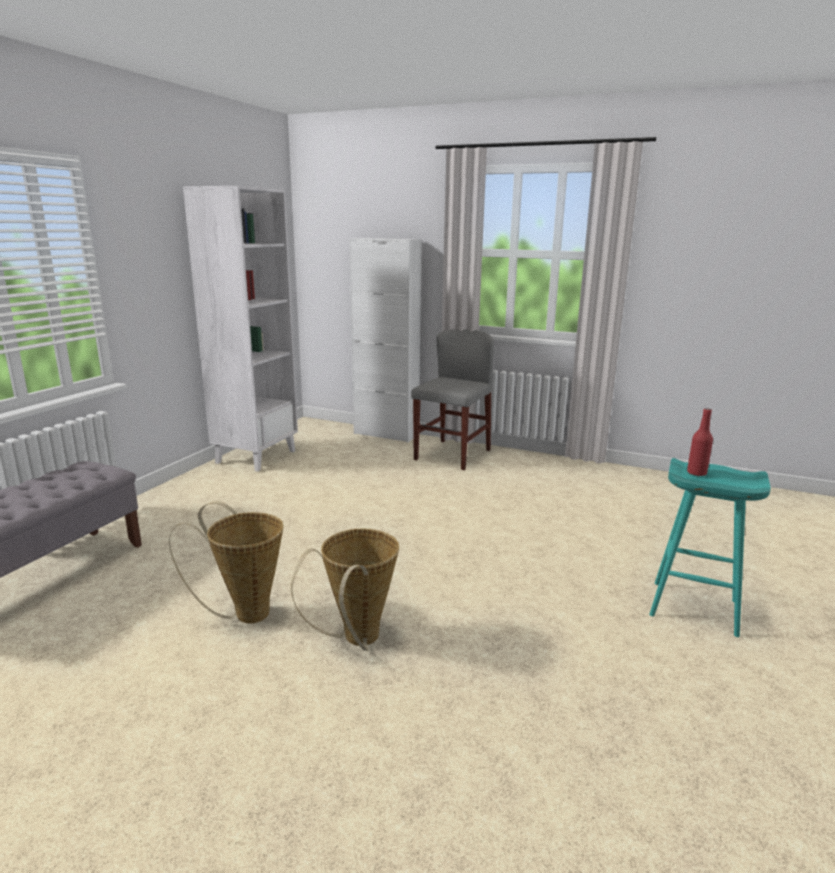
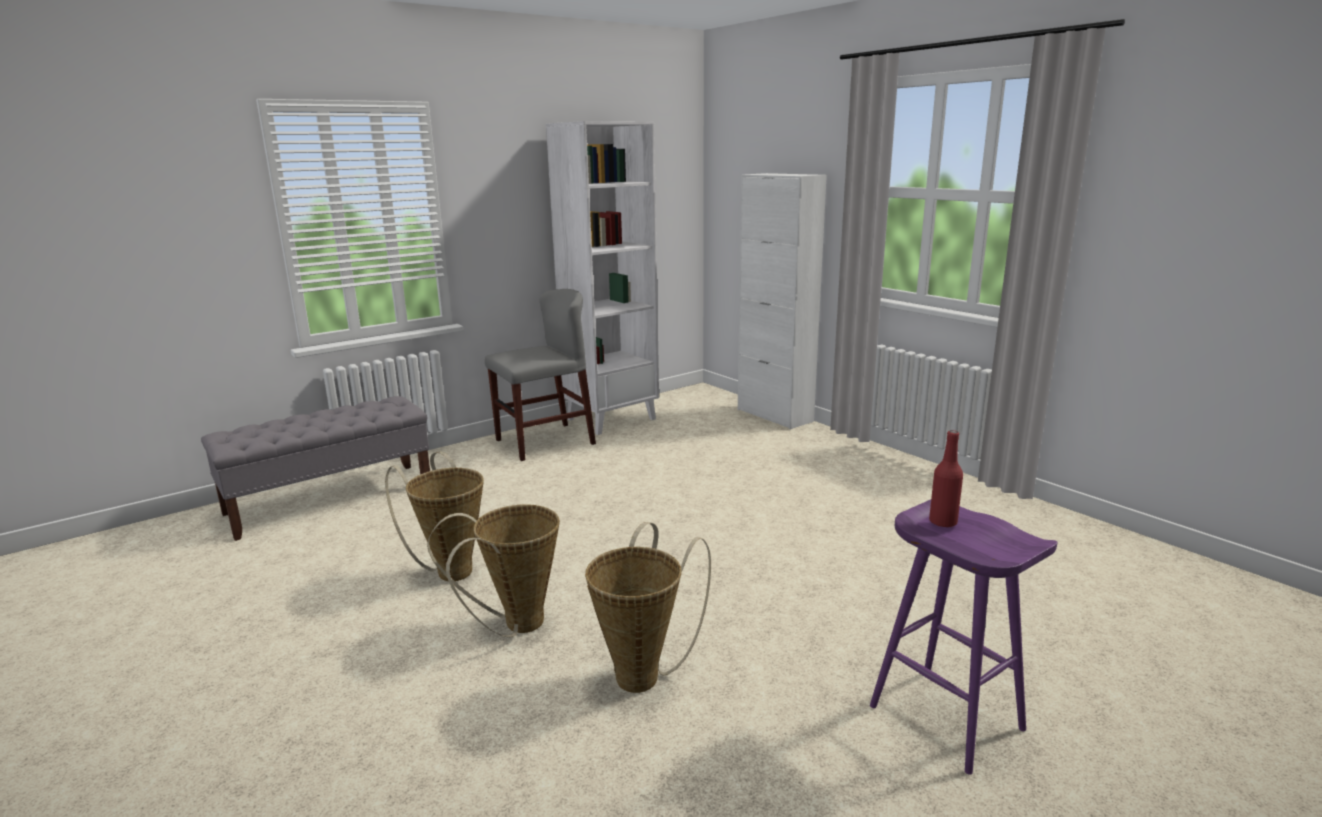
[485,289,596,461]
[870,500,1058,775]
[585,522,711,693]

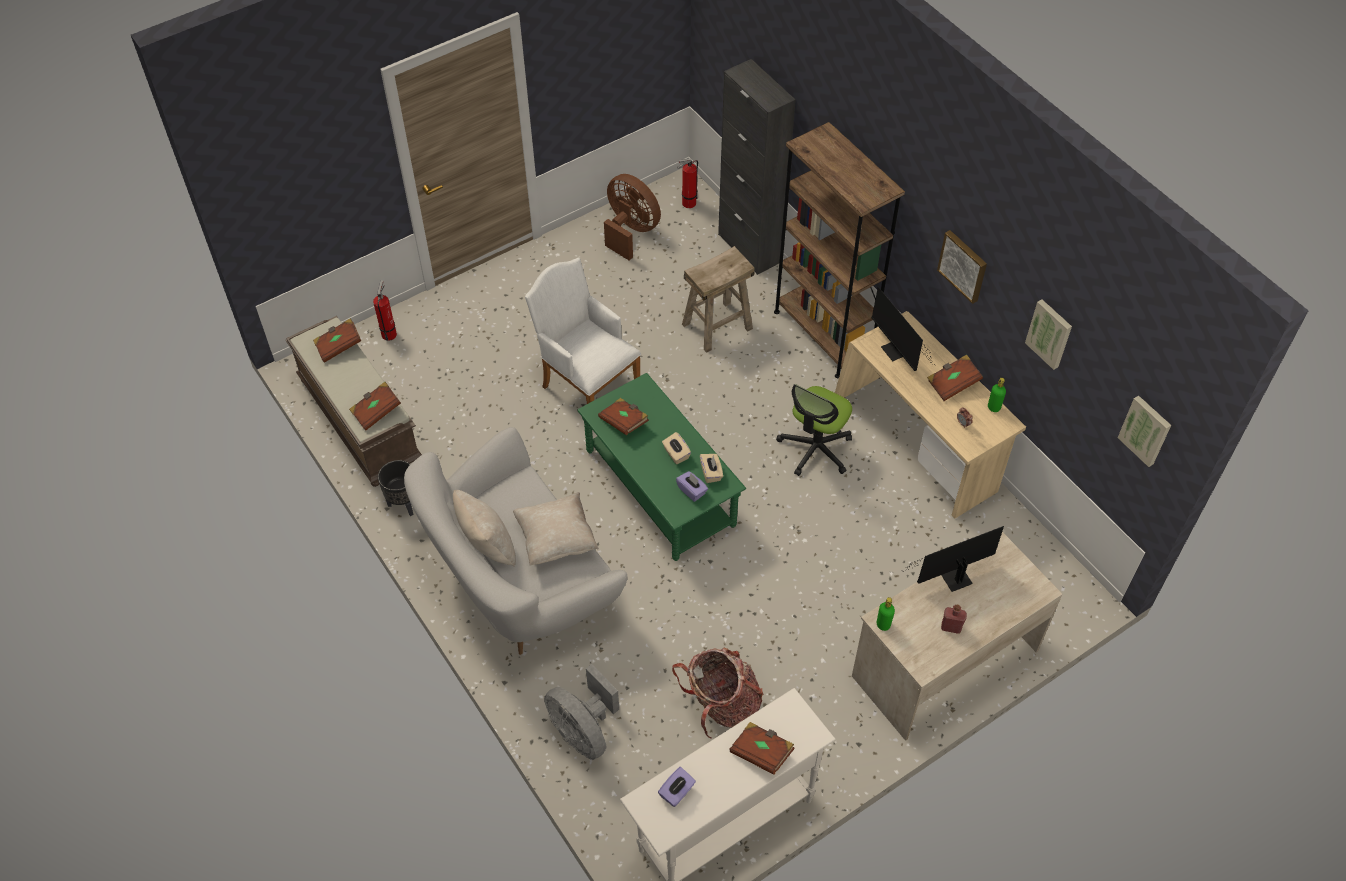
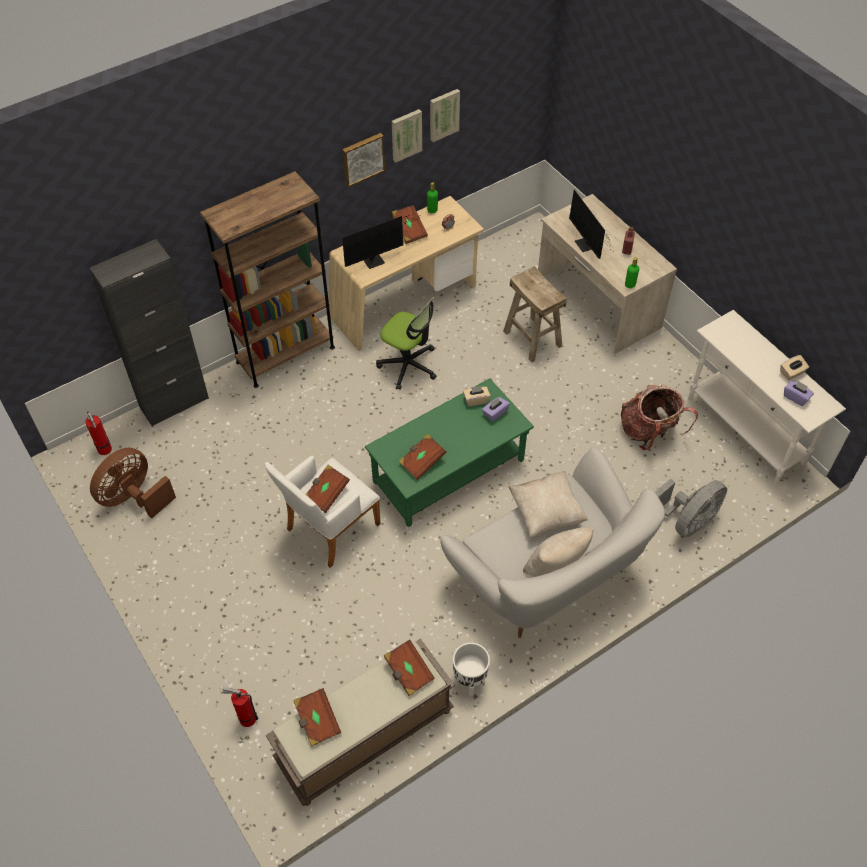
[453,643,490,696]
[780,355,809,380]
[503,266,567,362]
[306,465,350,513]
[392,109,422,163]

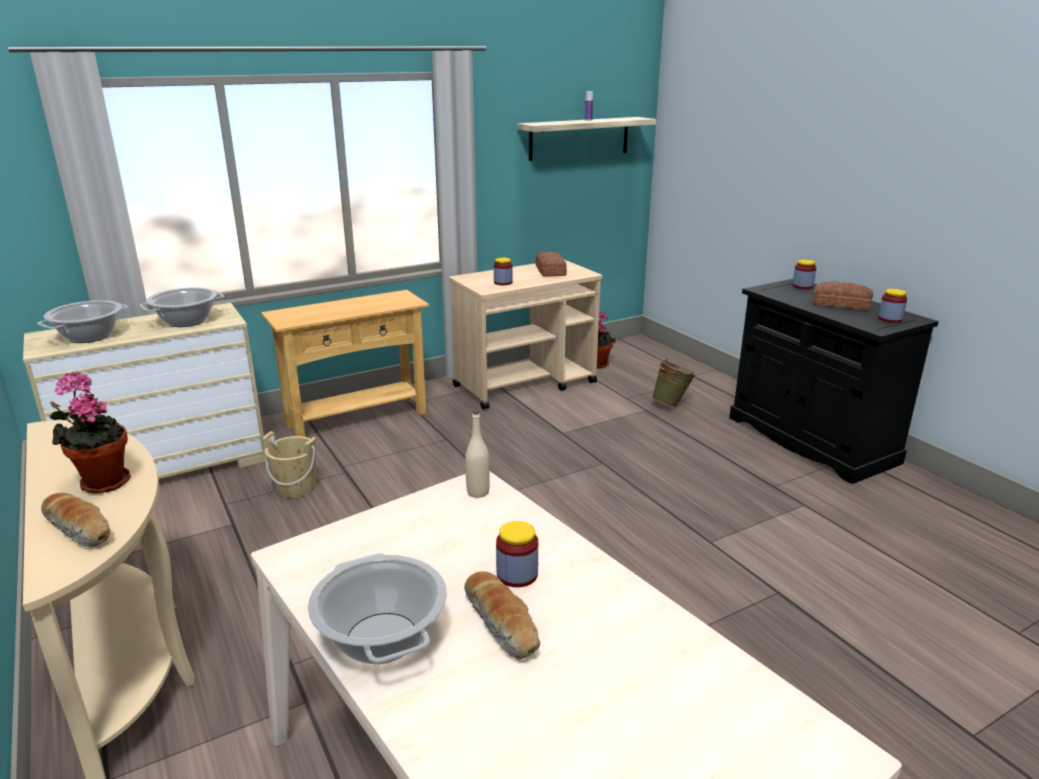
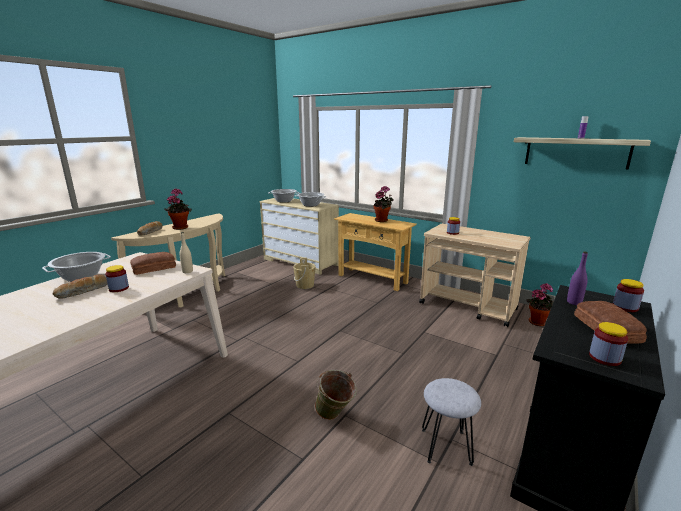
[130,252,176,275]
[315,370,357,420]
[374,186,393,222]
[422,378,481,466]
[567,252,588,305]

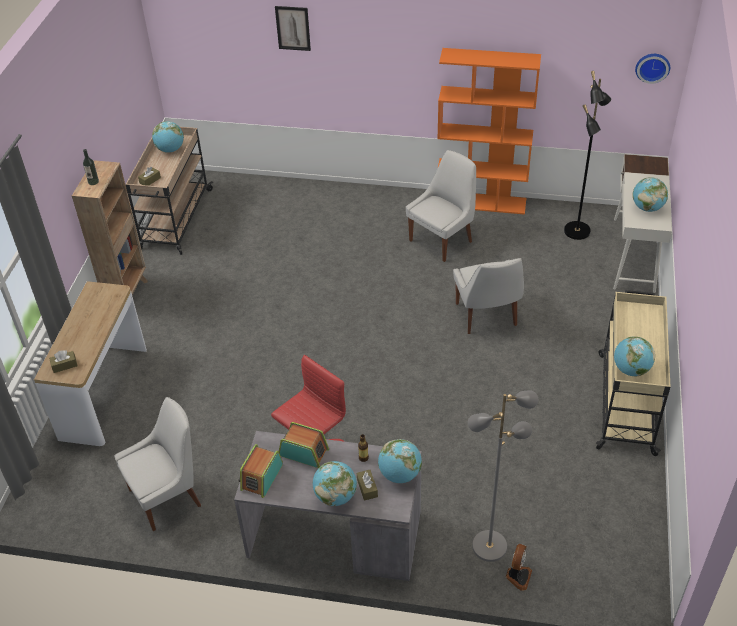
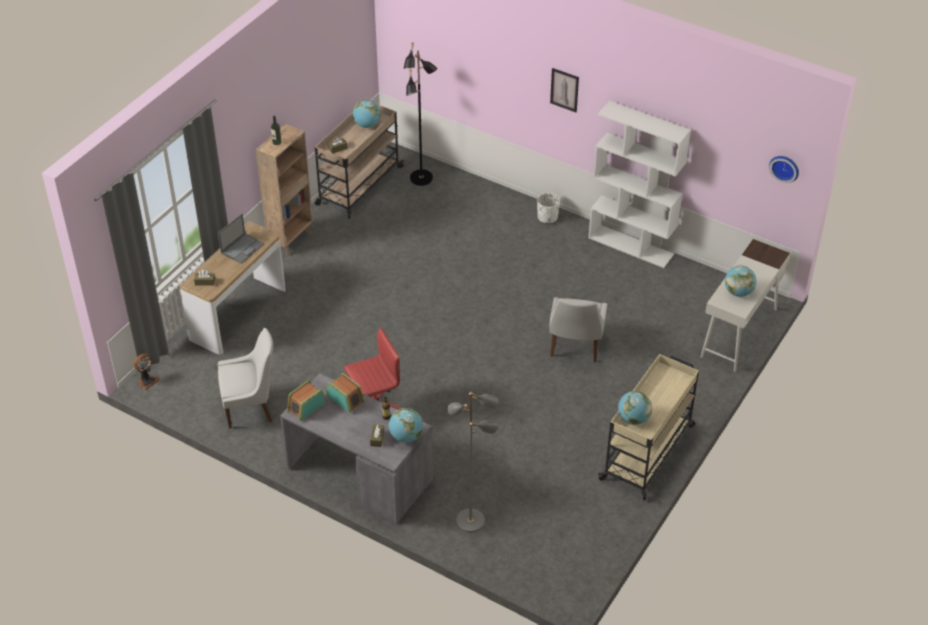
[550,68,579,112]
[313,461,357,506] (first image)
[406,150,476,262] (first image)
[588,101,691,268]
[134,353,159,390]
[403,42,437,186]
[218,214,264,264]
[537,193,560,223]

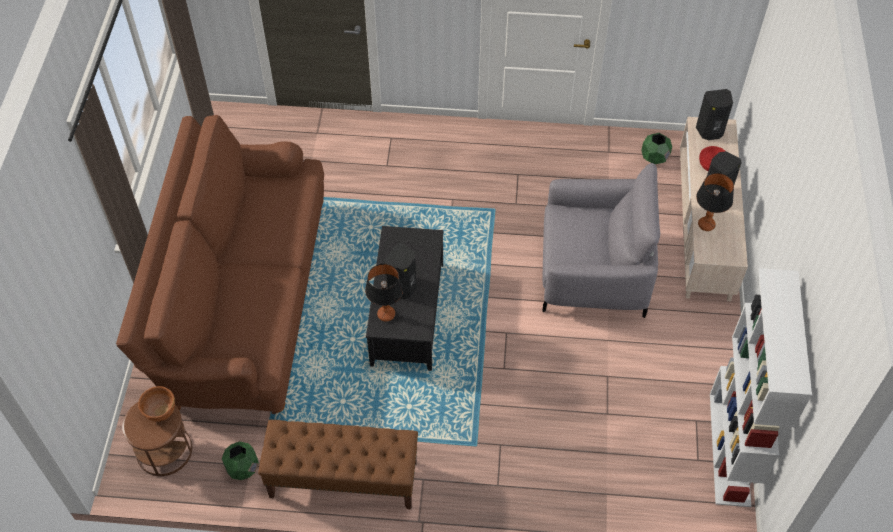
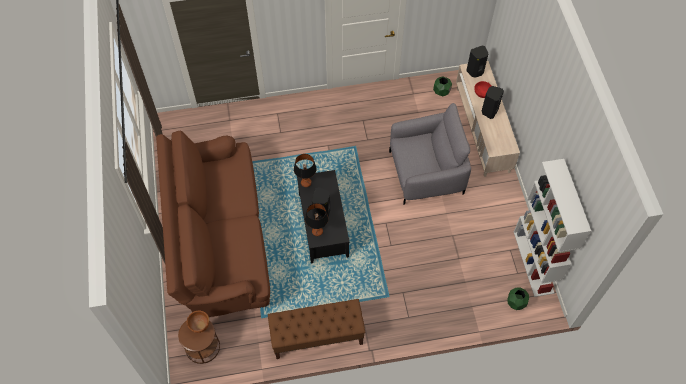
[507,288,529,310]
[294,154,317,187]

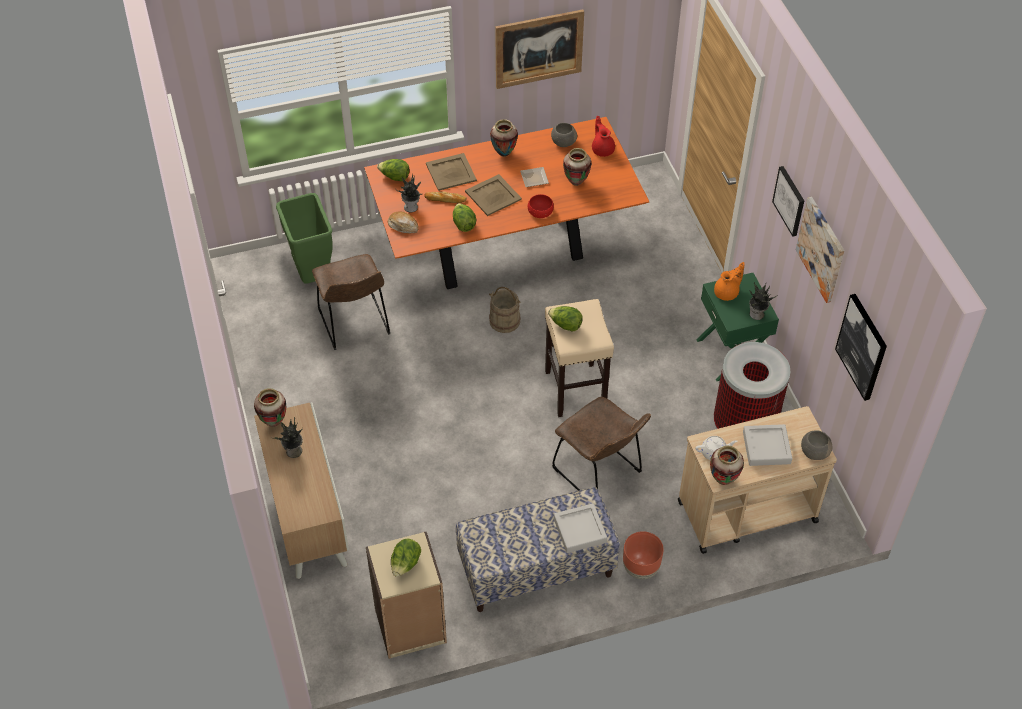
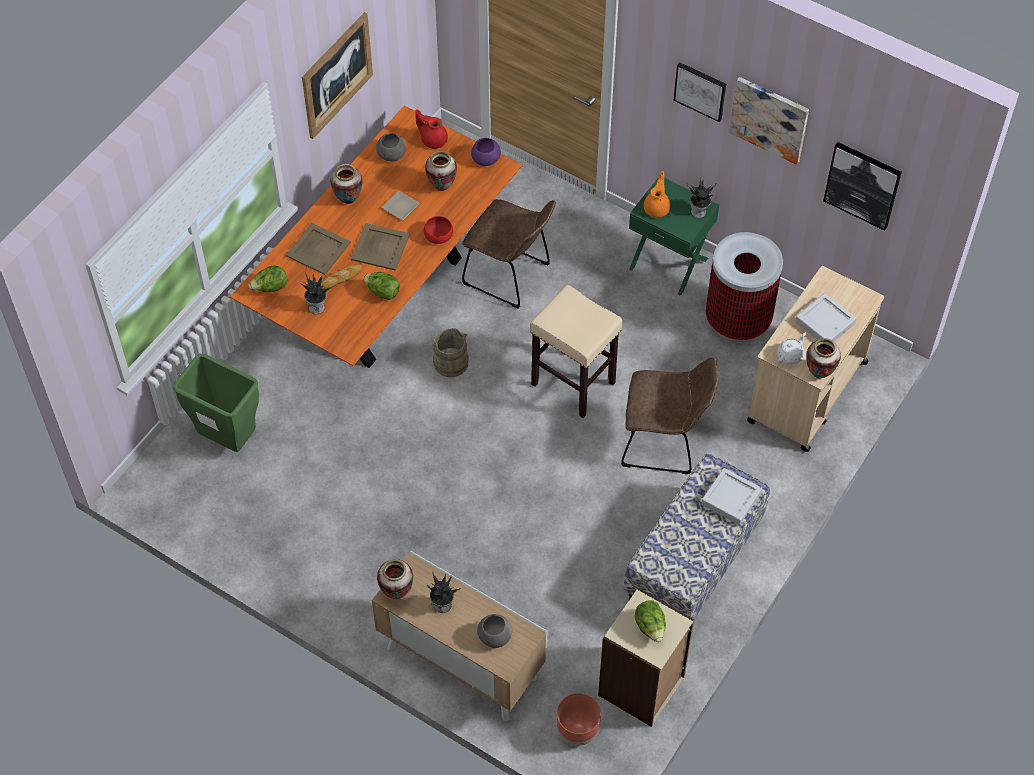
[462,199,556,308]
[388,211,419,233] (first image)
[548,306,583,332] (first image)
[557,693,601,746]
[477,614,512,648]
[471,138,501,166]

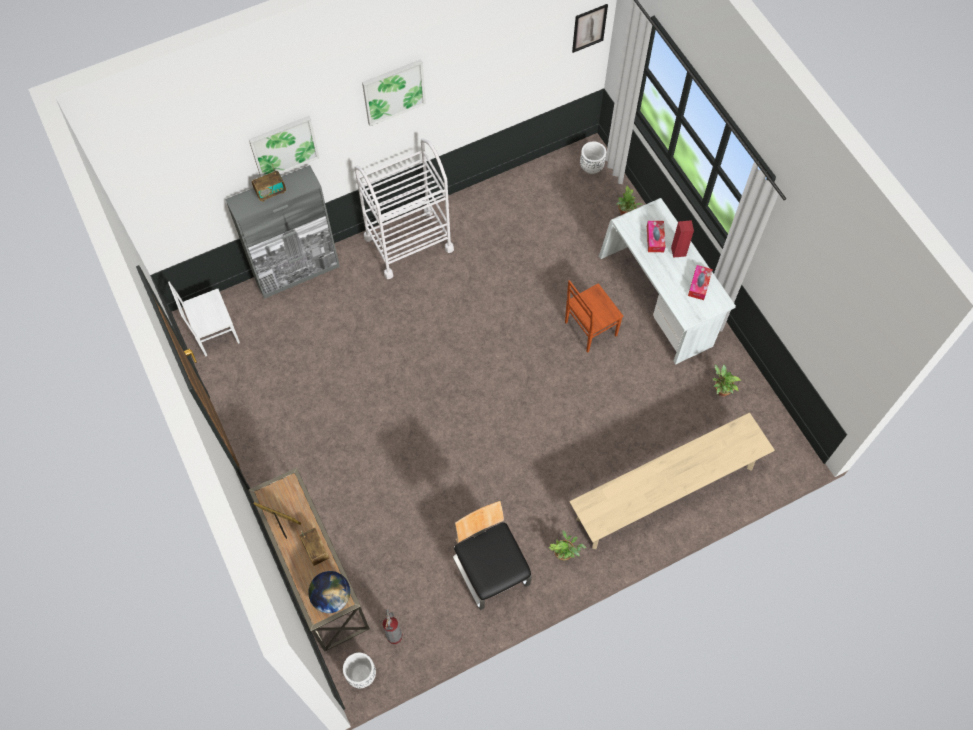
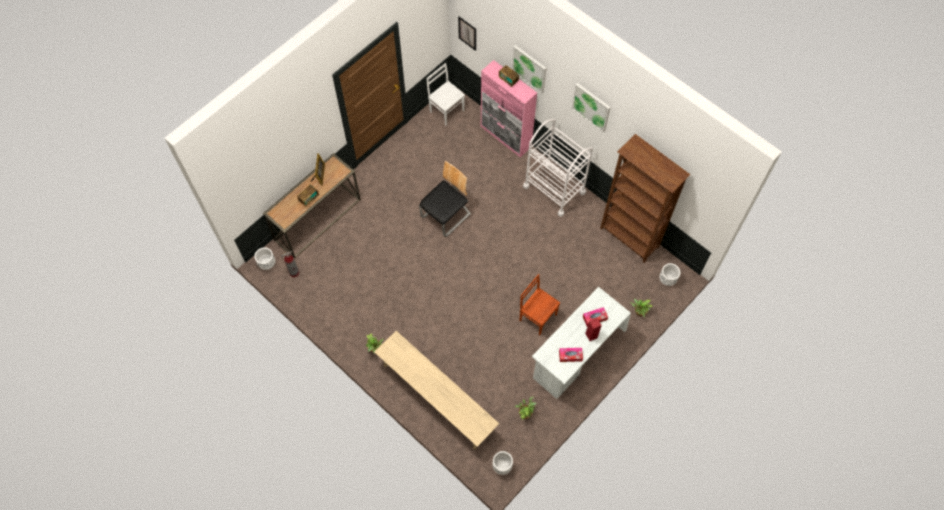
[481,60,537,158]
[308,571,350,613] (first image)
[419,161,471,237]
[458,17,476,51]
[492,451,513,475]
[600,134,690,263]

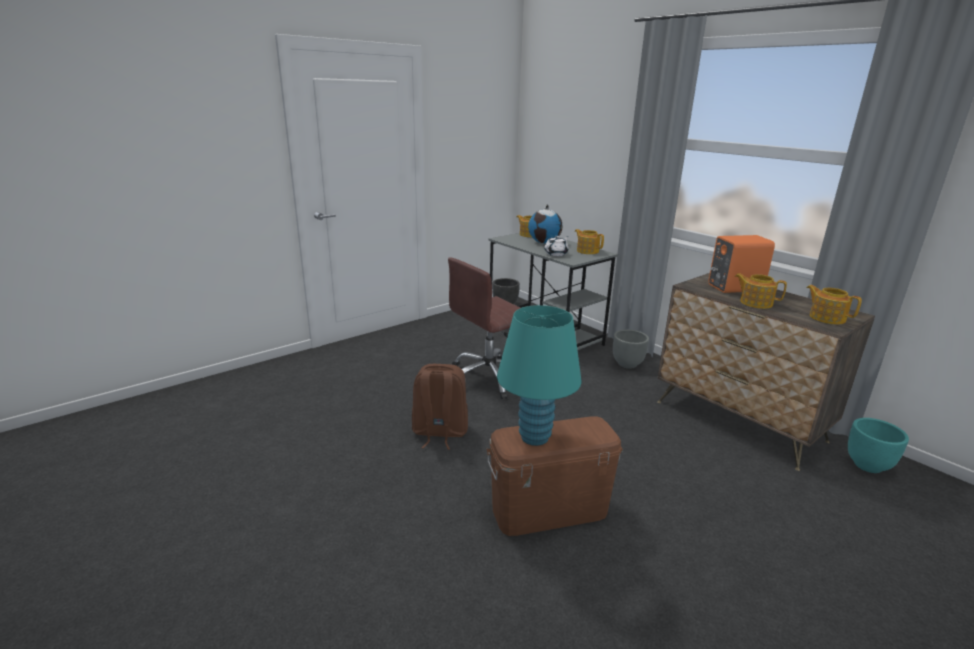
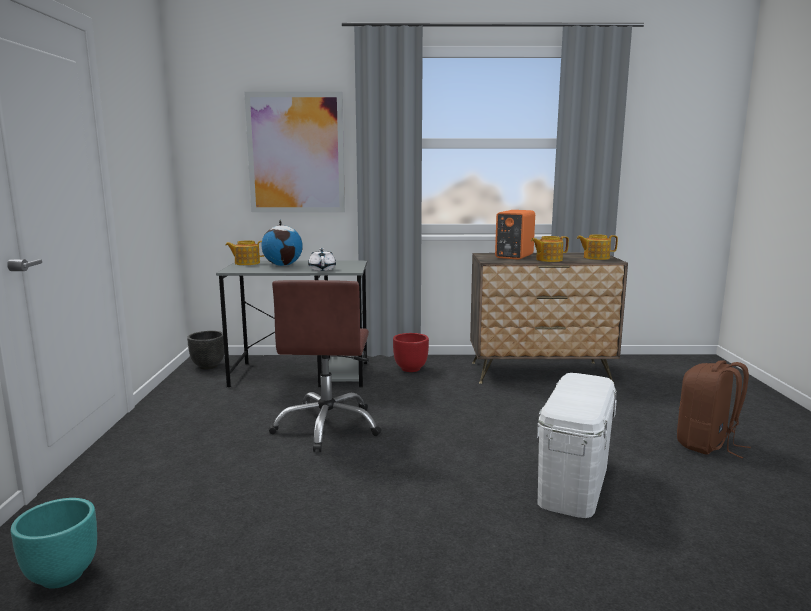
[677,360,751,458]
[537,373,617,518]
[497,305,581,446] (first image)
[575,229,604,254] (first image)
[393,333,429,372]
[11,498,97,589]
[244,92,345,212]

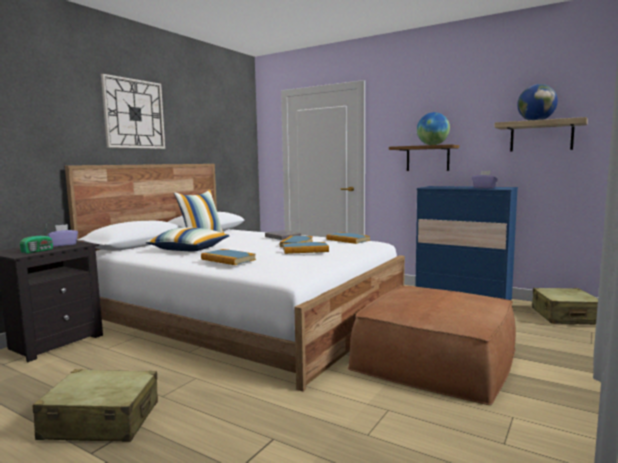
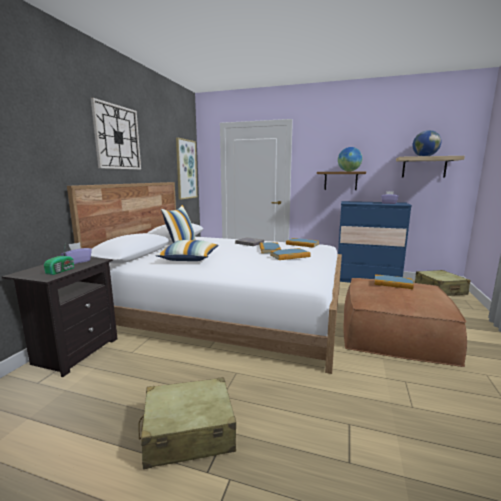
[374,274,414,289]
[176,137,197,200]

